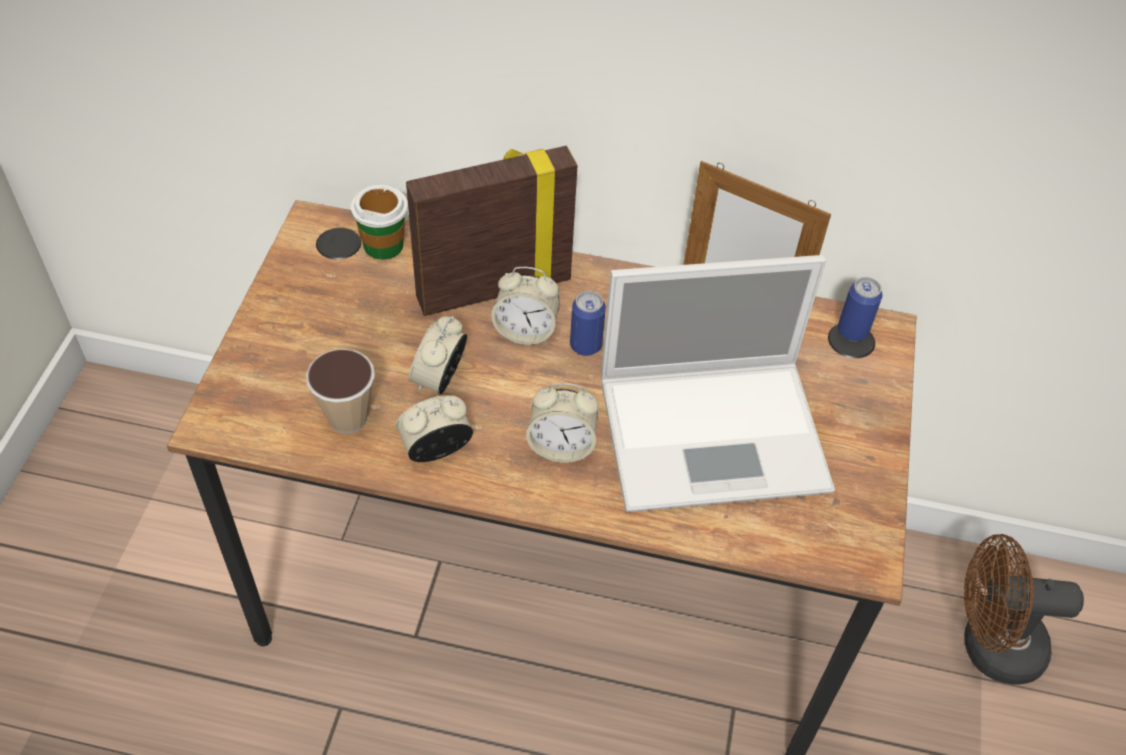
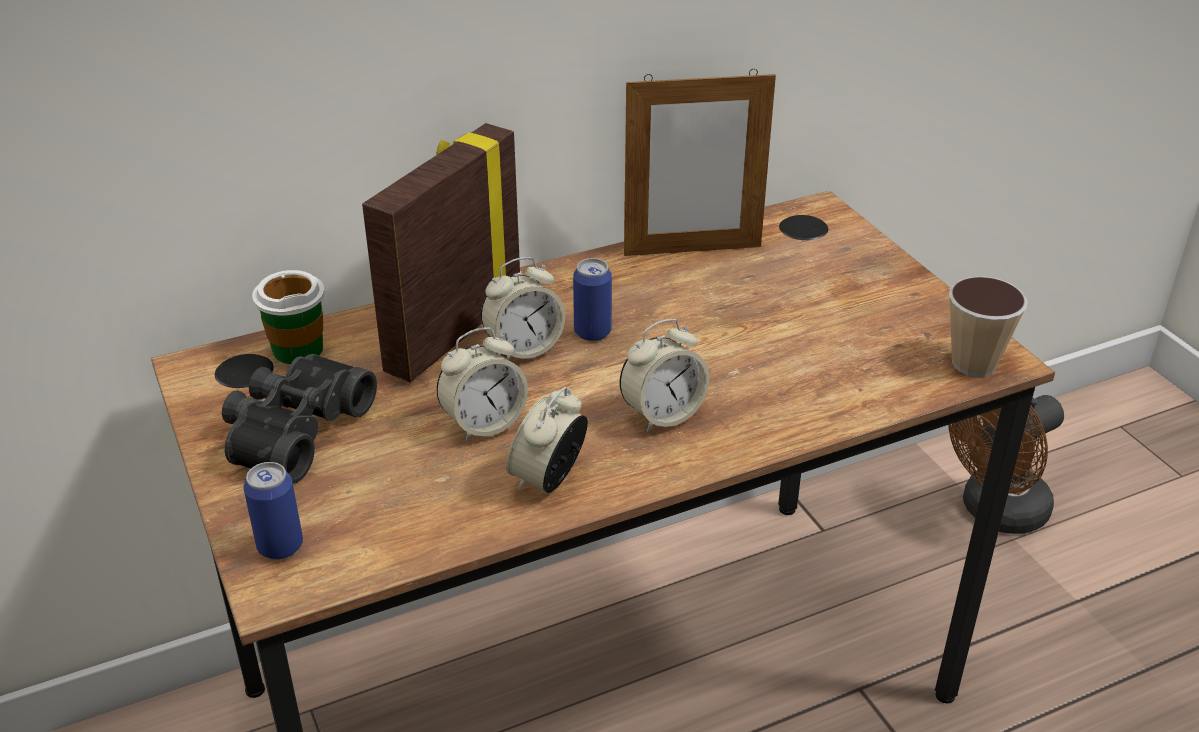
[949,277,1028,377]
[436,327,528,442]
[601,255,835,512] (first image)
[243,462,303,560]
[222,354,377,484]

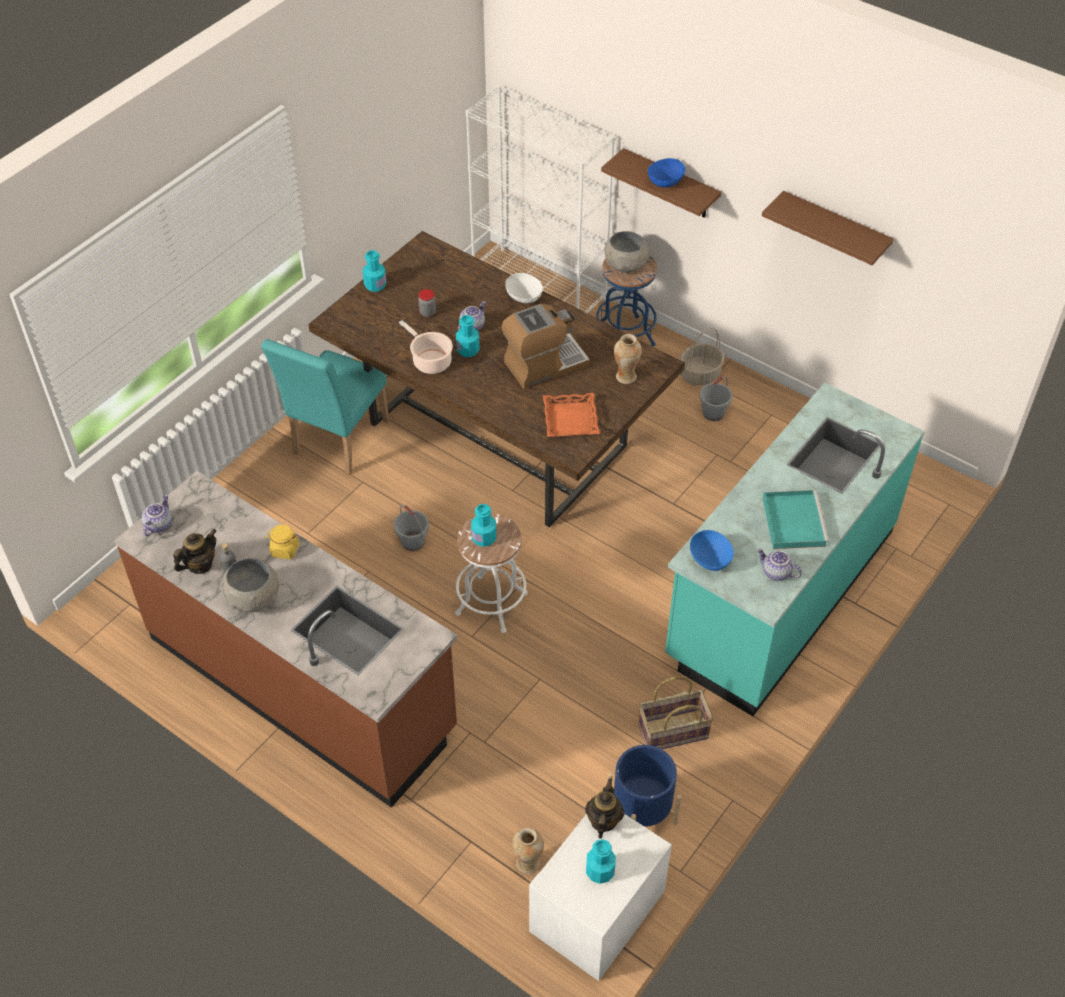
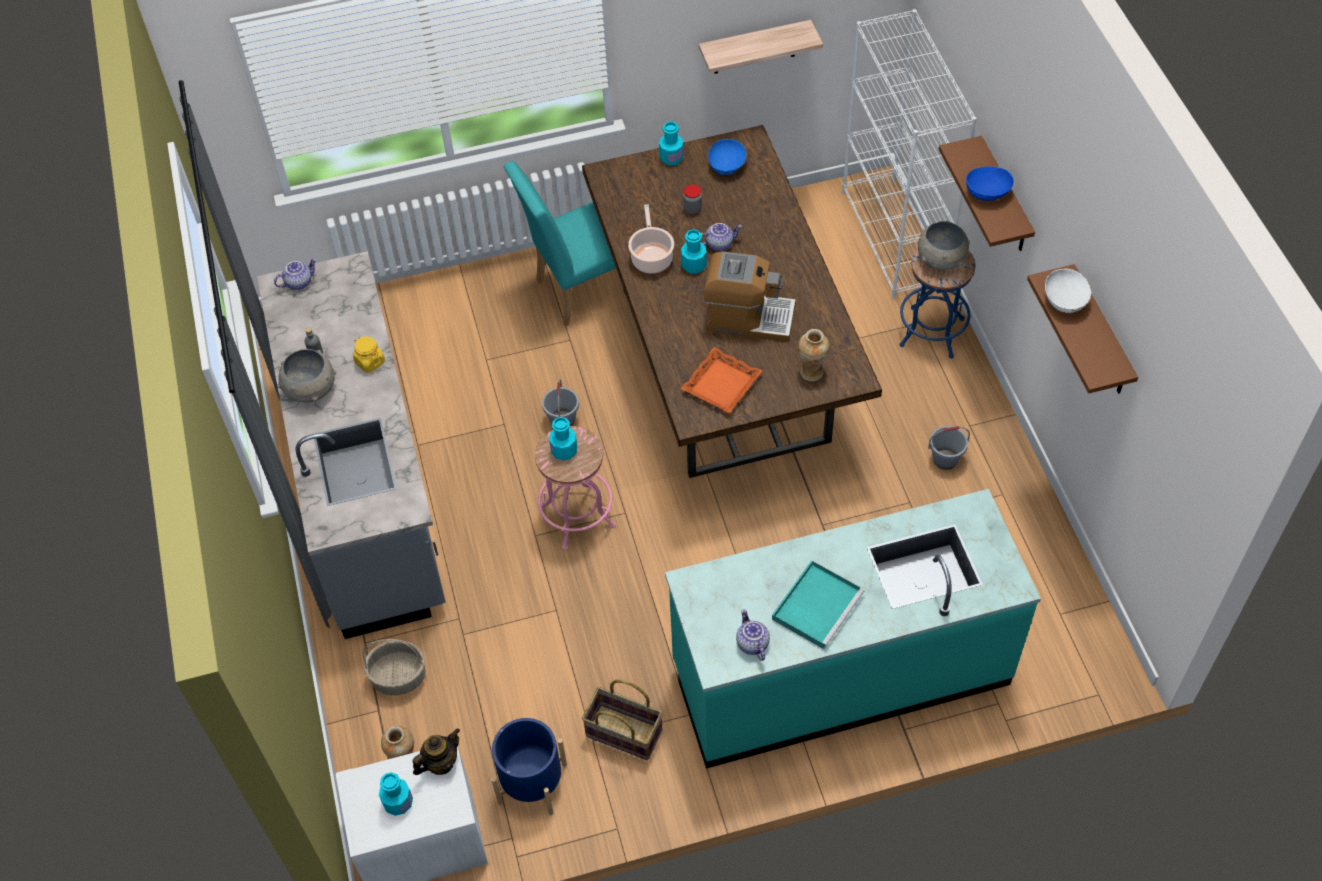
[257,251,446,639]
[173,529,217,574] (first image)
[535,426,616,550]
[1045,269,1091,313]
[363,639,426,695]
[708,139,747,175]
[699,20,823,74]

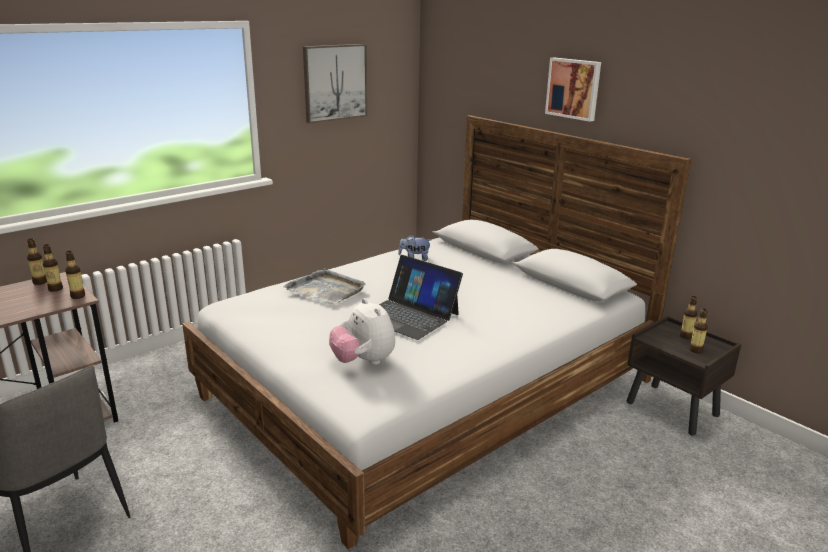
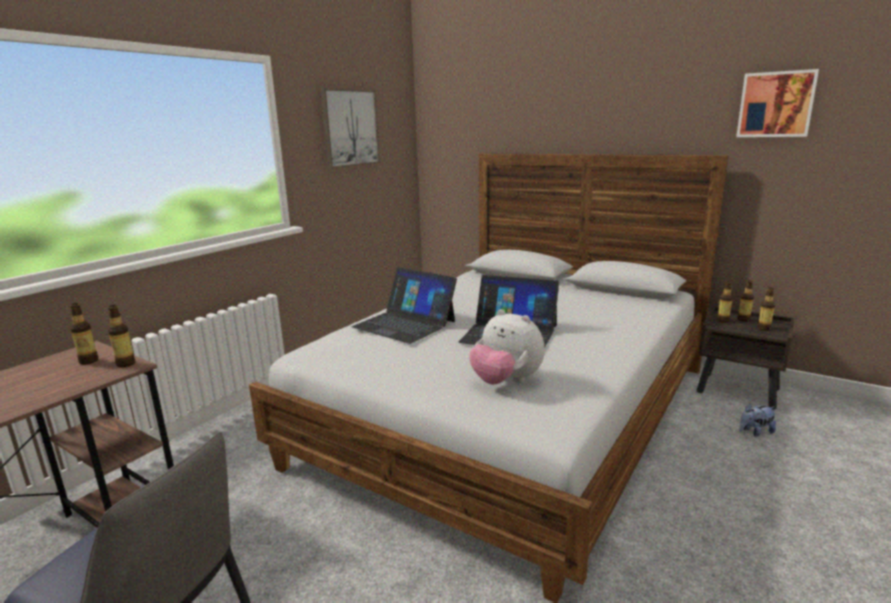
[717,281,733,323]
[352,267,457,344]
[740,403,776,437]
[736,69,819,137]

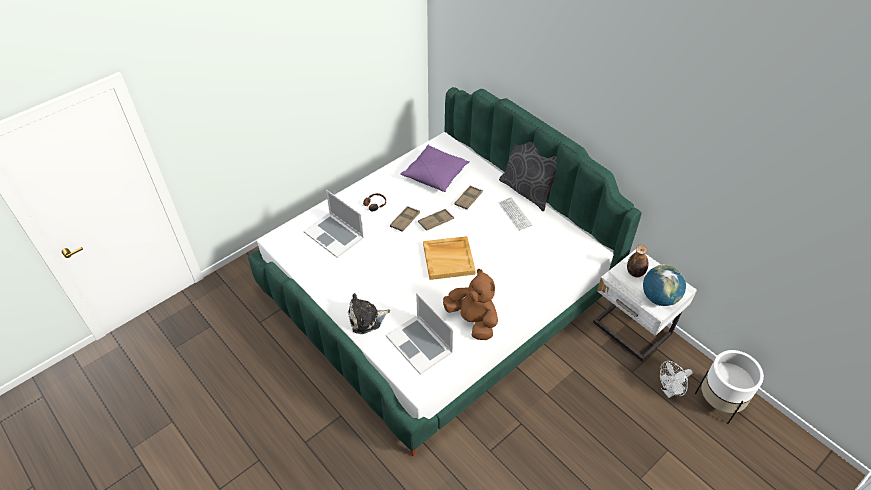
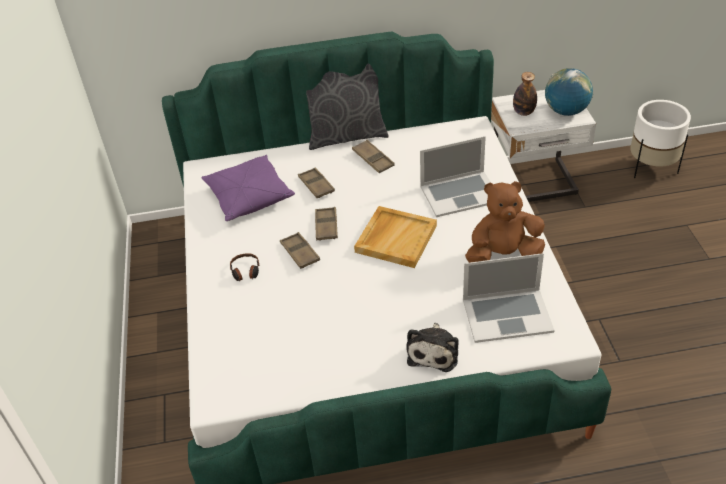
[420,136,490,217]
[352,140,395,173]
[660,361,692,398] (first image)

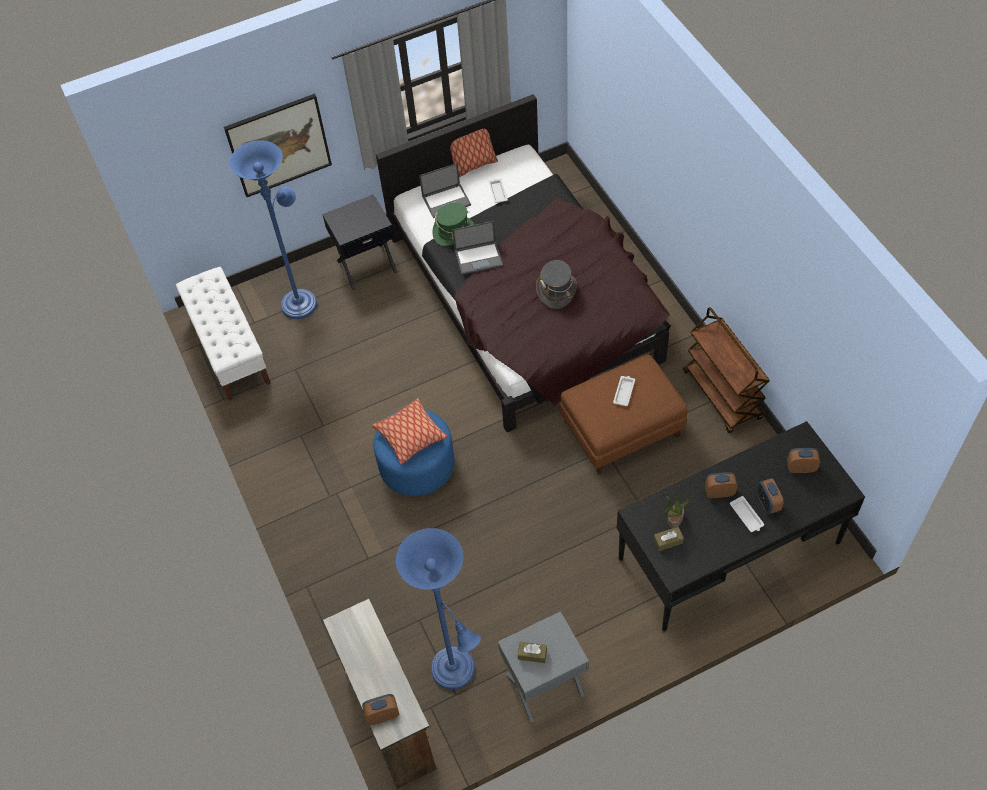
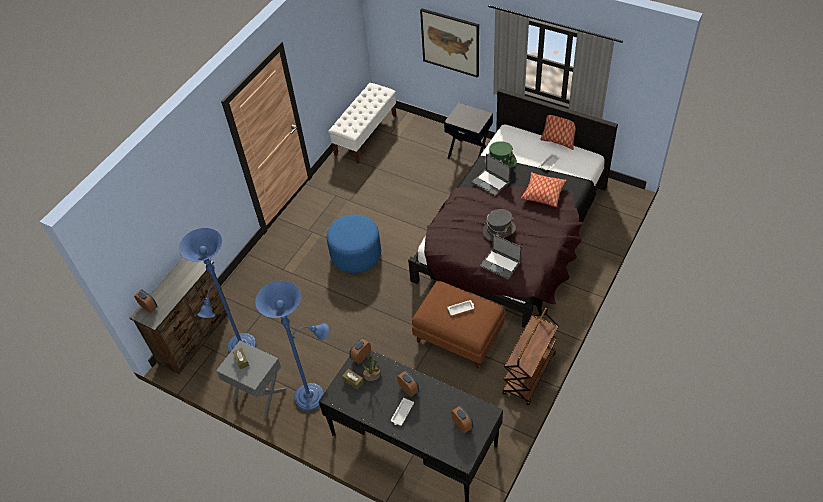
[255,281,329,411]
[521,172,567,207]
[480,234,522,280]
[349,338,371,364]

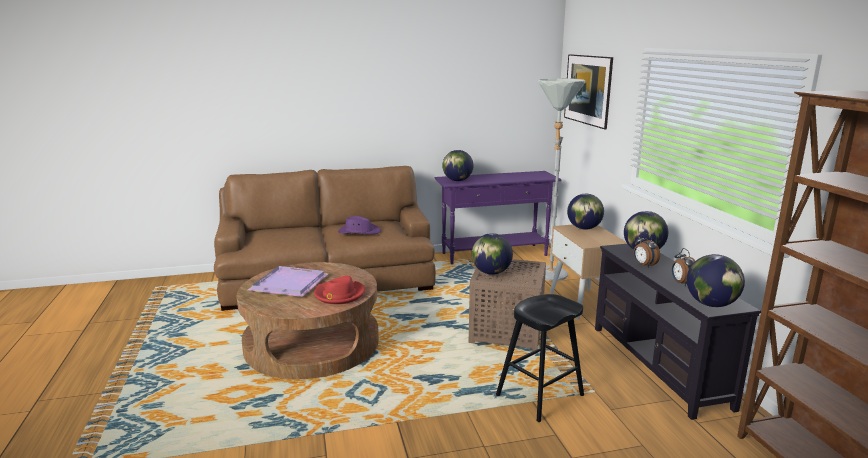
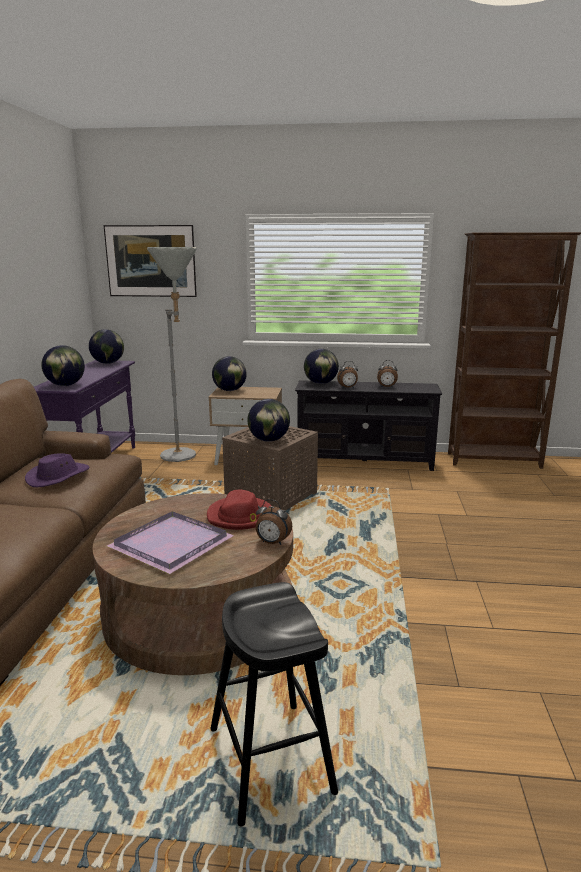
[211,582,338,827]
[89,329,124,364]
[256,499,292,545]

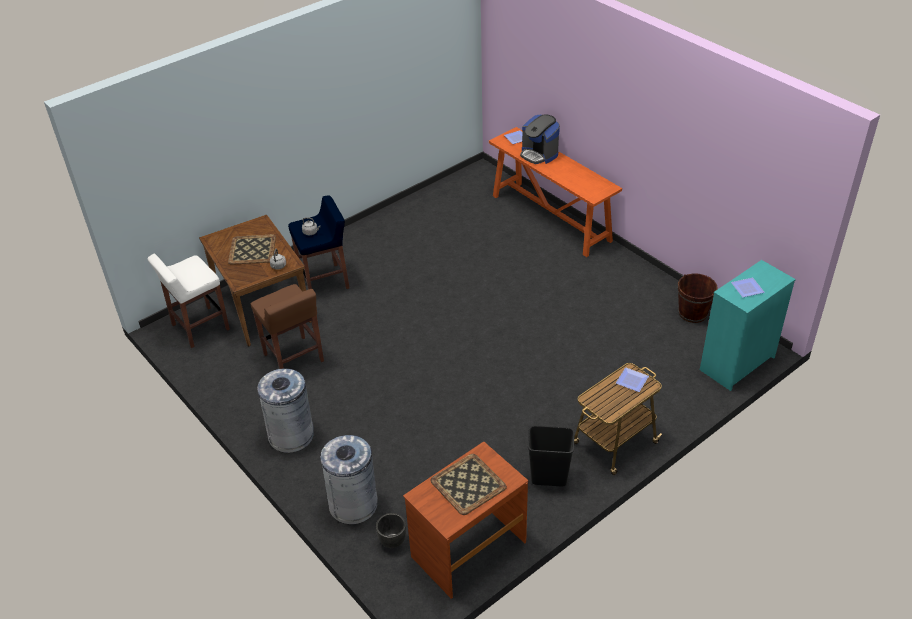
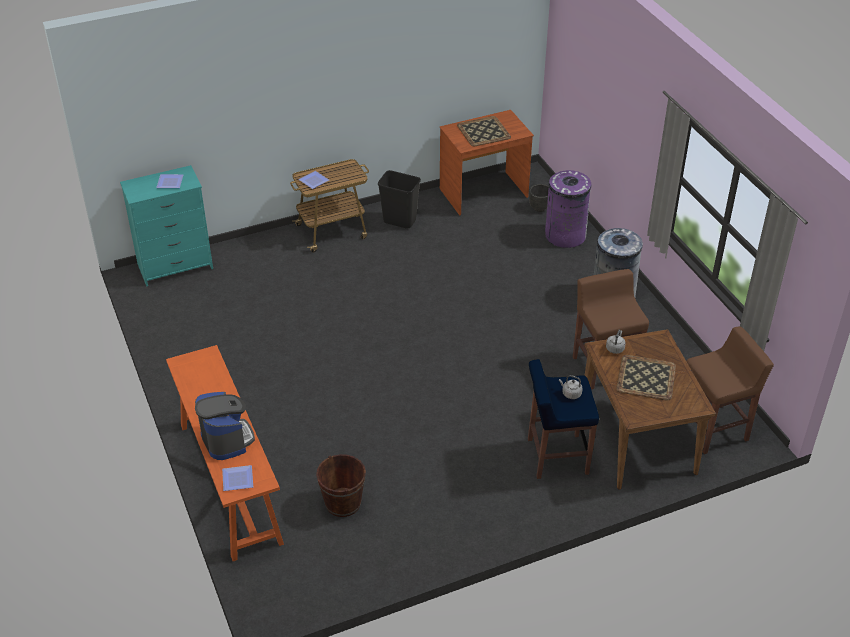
[686,327,774,454]
[545,170,591,248]
[316,454,366,517]

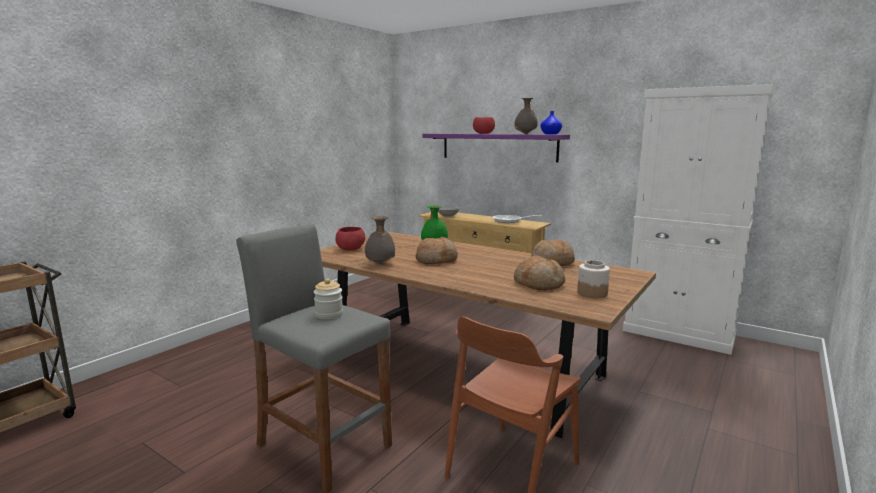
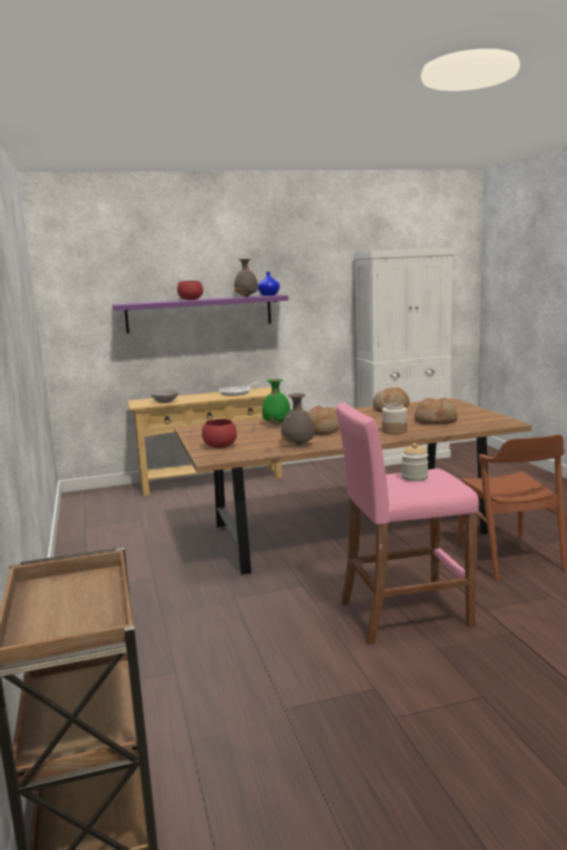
[336,402,479,644]
[382,404,407,435]

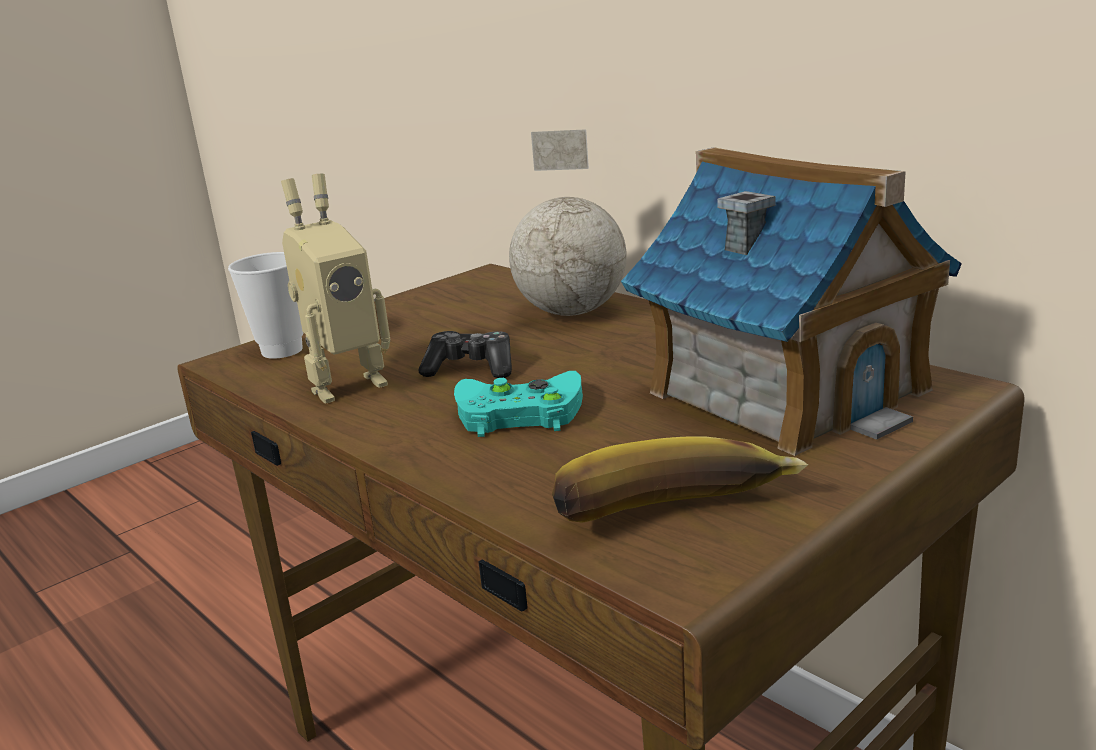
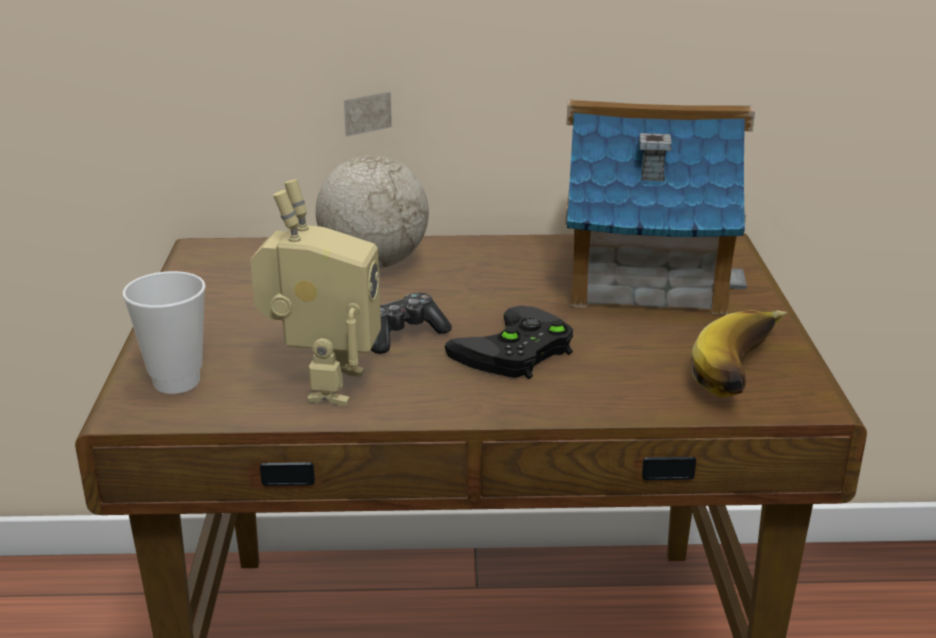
[445,306,573,379]

